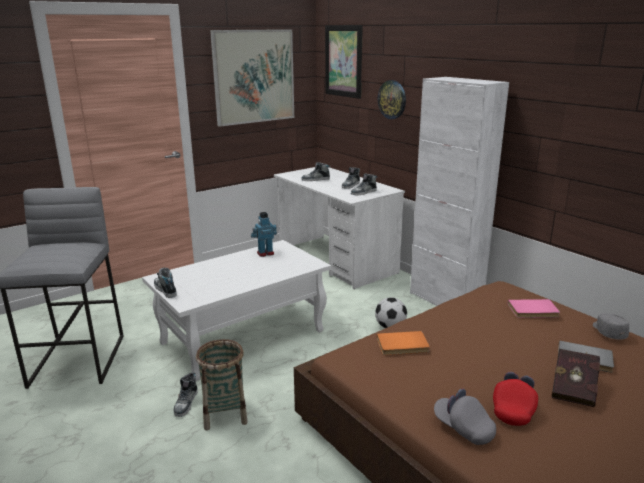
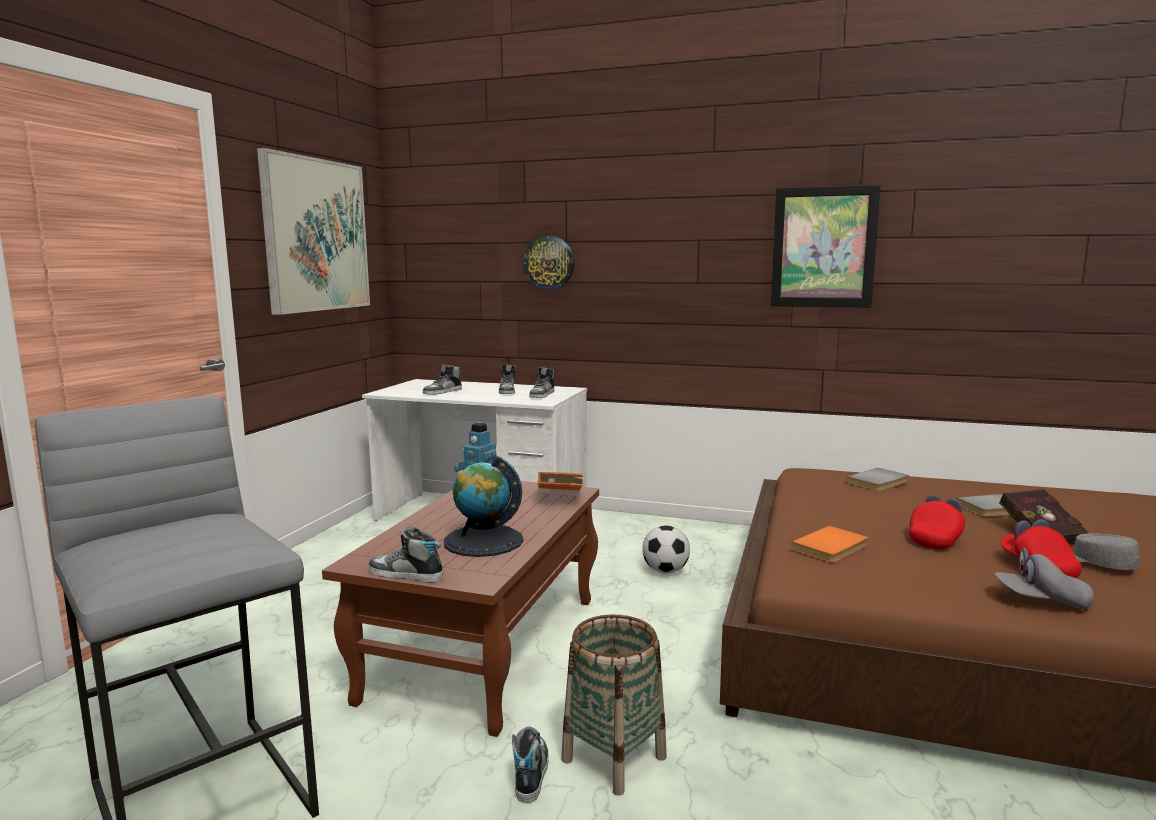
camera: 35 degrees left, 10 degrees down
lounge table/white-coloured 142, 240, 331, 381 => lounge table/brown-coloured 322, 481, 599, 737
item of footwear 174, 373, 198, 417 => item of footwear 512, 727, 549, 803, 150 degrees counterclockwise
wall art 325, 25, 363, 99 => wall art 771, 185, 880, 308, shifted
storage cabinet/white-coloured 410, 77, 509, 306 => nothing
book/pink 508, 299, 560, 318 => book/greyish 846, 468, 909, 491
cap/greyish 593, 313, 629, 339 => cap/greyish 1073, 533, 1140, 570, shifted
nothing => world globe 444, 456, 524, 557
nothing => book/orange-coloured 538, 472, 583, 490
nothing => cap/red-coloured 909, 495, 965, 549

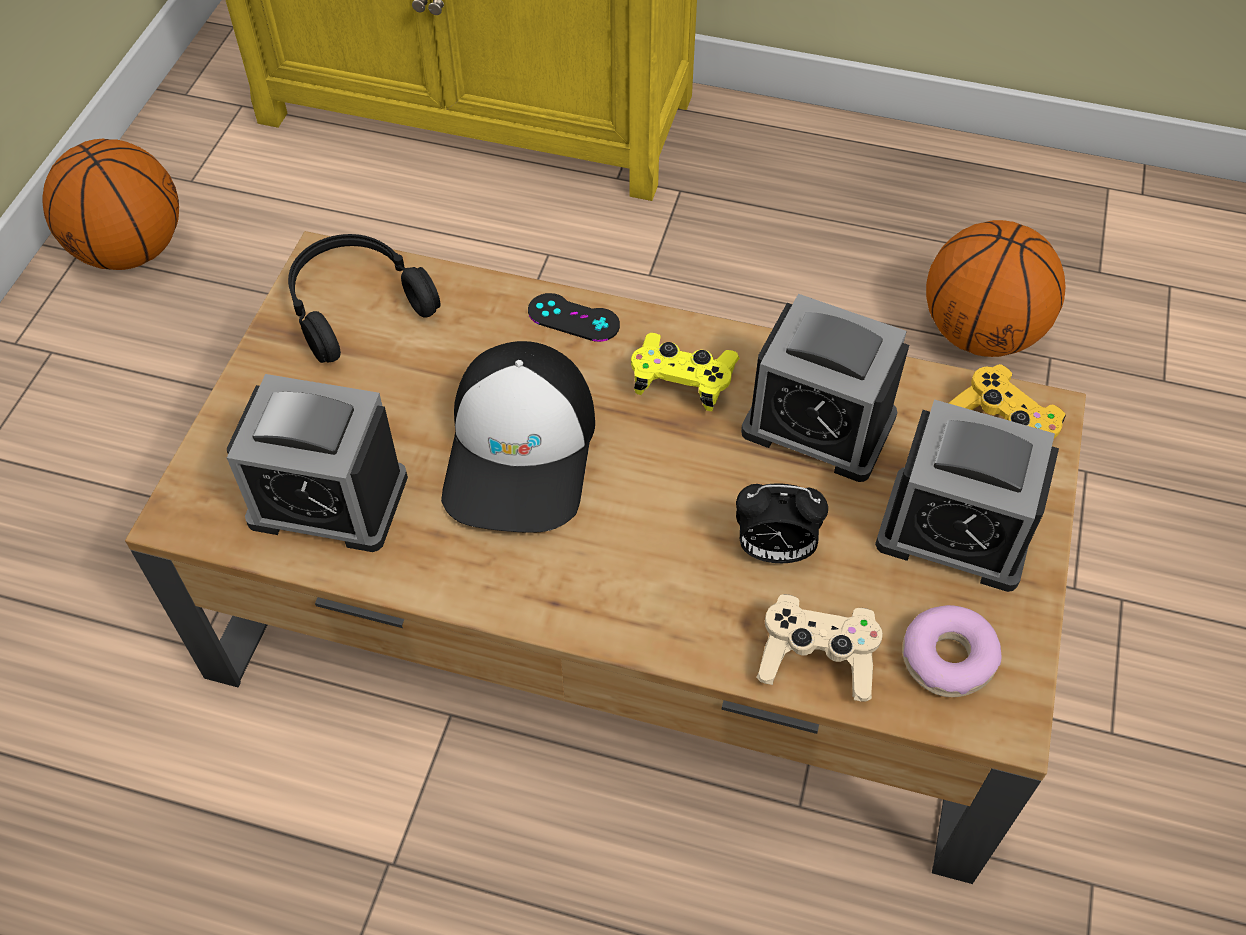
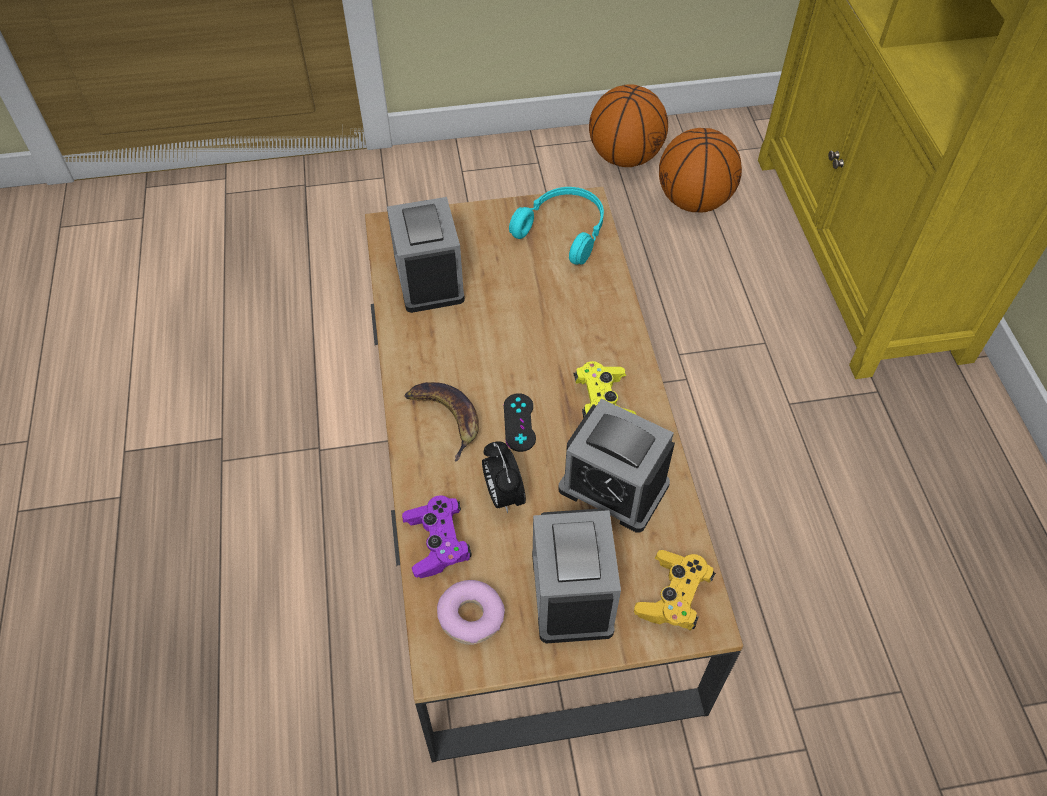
camera: 65 degrees right, 0 degrees up
headset/black-coloured 288, 234, 440, 363 => headset/turquoise 509, 187, 604, 265
cap 441, 341, 595, 533 => nothing
gamepad/black-coloured 528, 293, 620, 342 => gamepad/black-coloured 504, 393, 536, 452, shifted
table clock 741, 294, 909, 482 => table clock 559, 399, 675, 533, 60 degrees counterclockwise
gamepad/beige-coloured 756, 594, 883, 701 => gamepad/purple-coloured 402, 496, 472, 578
basketball ball 926, 220, 1065, 357 => basketball ball 659, 128, 742, 213, shifted
nothing => whole banana 405, 382, 479, 462

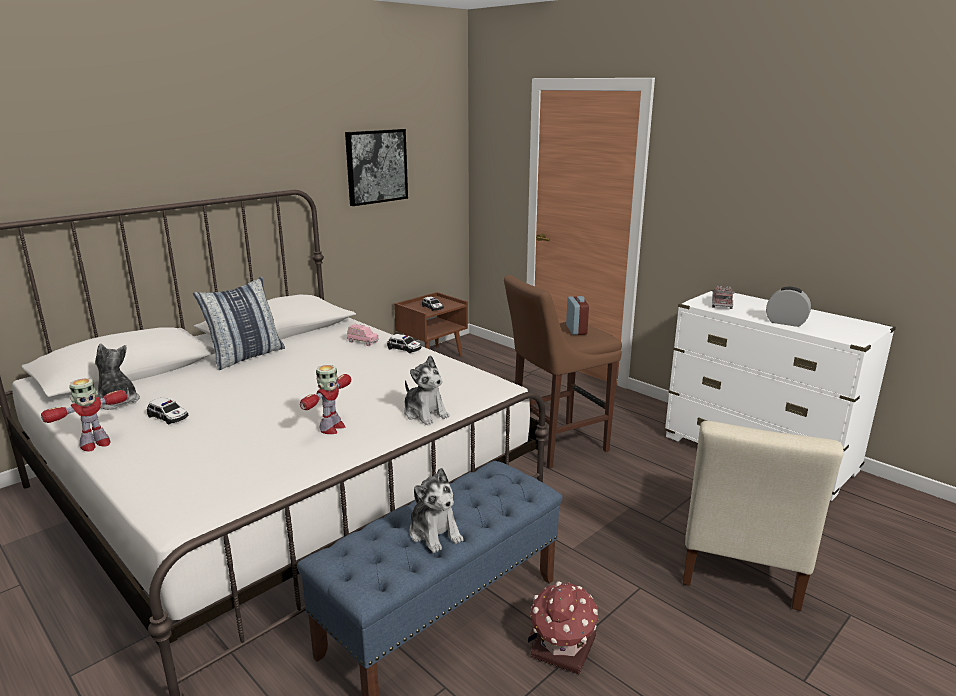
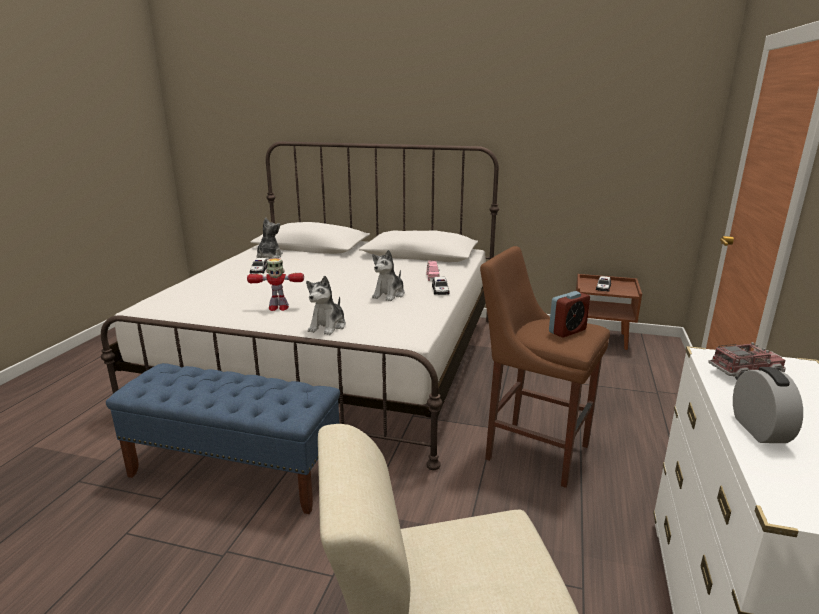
camera: 60 degrees right, 0 degrees up
toy robot 41, 378, 127, 451 => nothing
pillow 193, 277, 285, 370 => nothing
wall art 345, 129, 408, 206 => nothing
soft toy 409, 468, 463, 553 => soft toy 372, 250, 405, 301, shifted
toy house 528, 581, 598, 674 => nothing

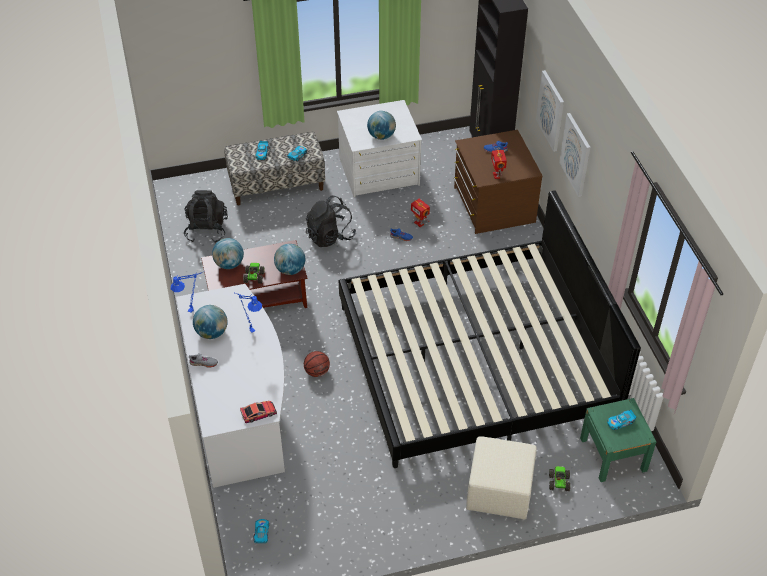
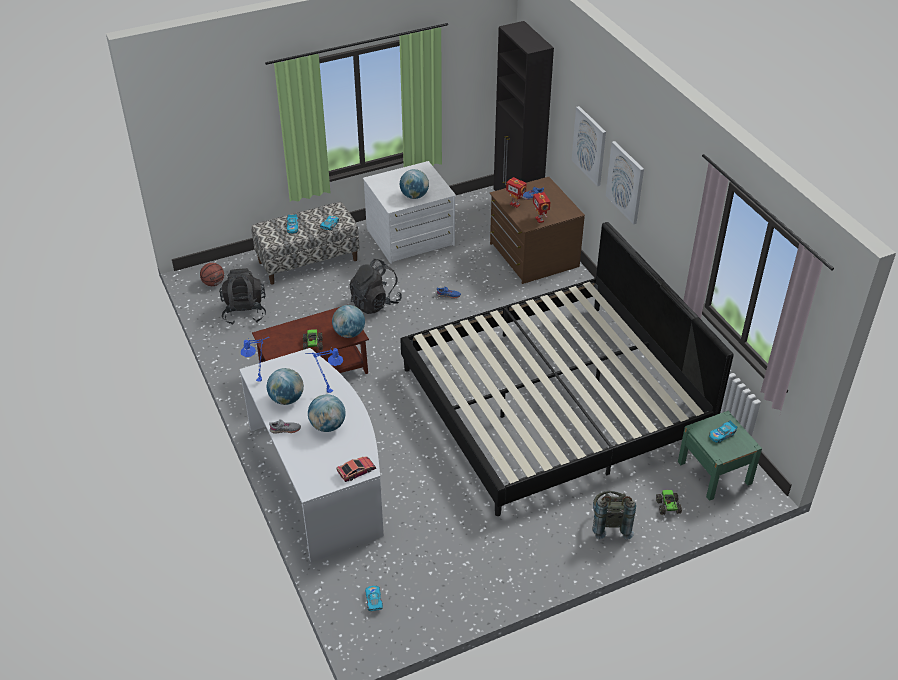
camera: 10 degrees left, 5 degrees down
world globe 212, 238, 244, 269 => world globe 308, 394, 346, 432, shifted
basketball ball 304, 351, 330, 377 => basketball ball 200, 263, 224, 286, shifted
toy robot 411, 199, 430, 227 => toy robot 505, 177, 528, 208, shifted
ottoman/beige-coloured 466, 436, 537, 519 => rucksack/greyish 592, 491, 636, 540

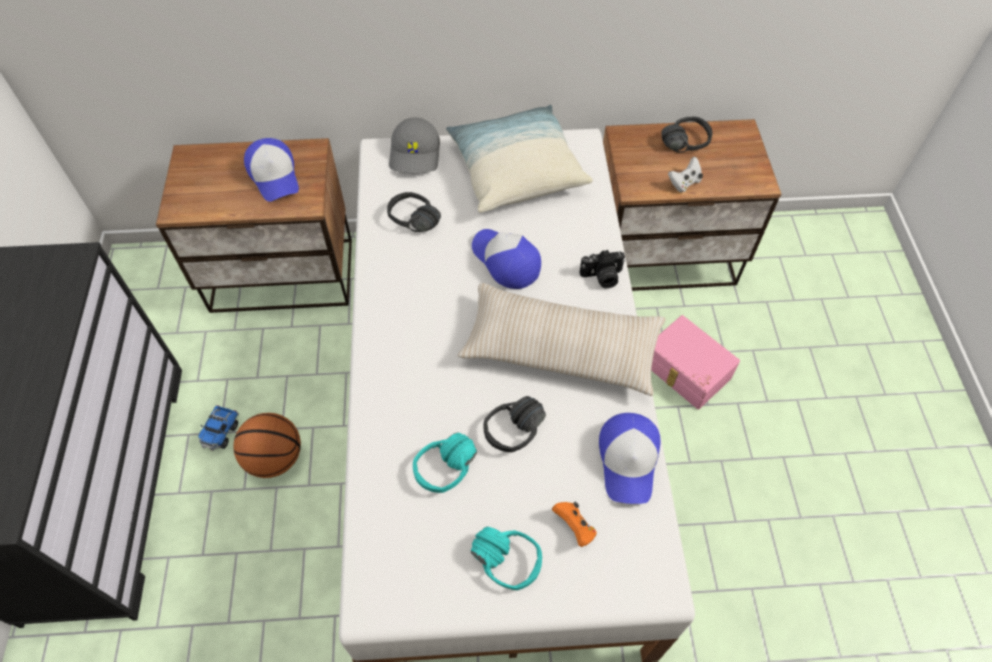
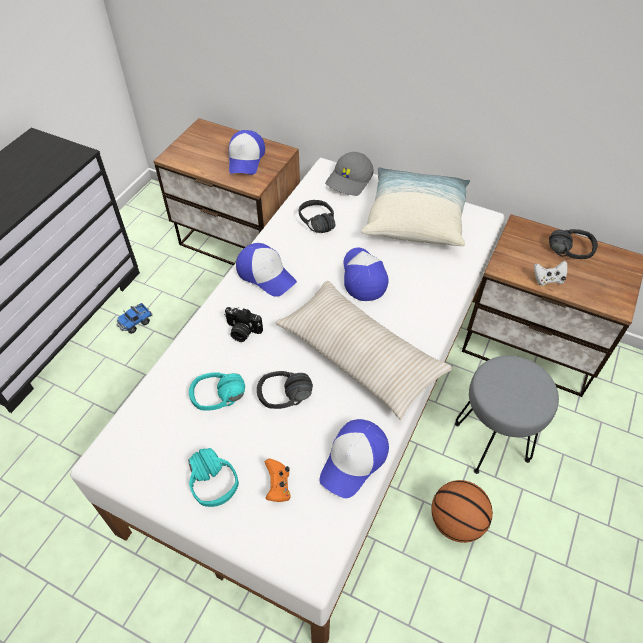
camera: 30 degrees right, 5 degrees down
basketball ball 233, 413, 301, 478 => basketball ball 431, 480, 493, 543, shifted
photo camera 580, 250, 625, 288 => photo camera 224, 307, 263, 342, shifted
storage bin/pink 651, 315, 740, 409 => stool seat/greyish 455, 356, 559, 474
nothing => cap 236, 243, 297, 297

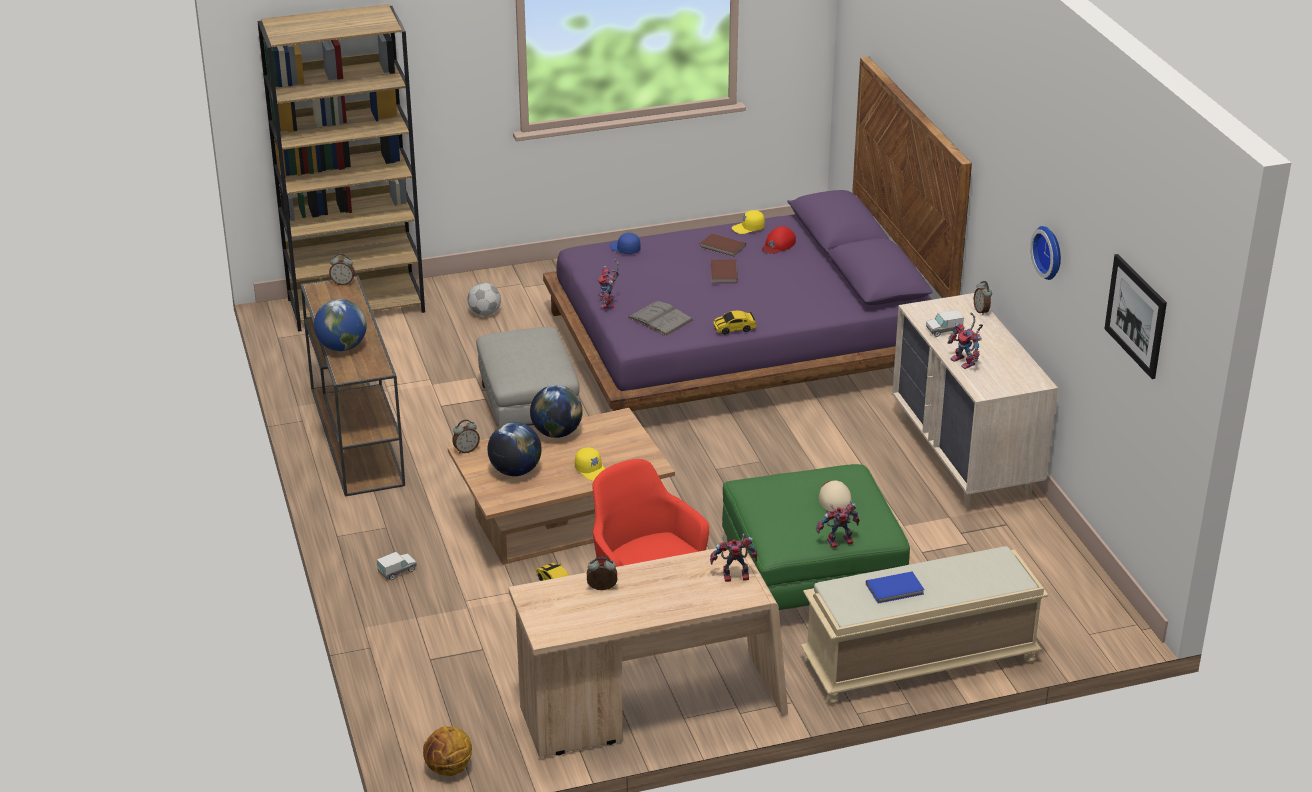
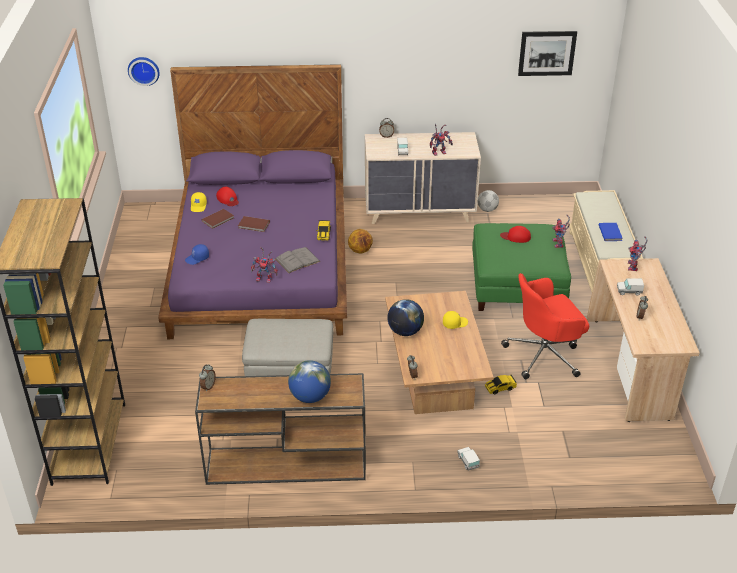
camera: 75 degrees left, 5 degrees up
basketball ball 423, 726, 472, 776 => basketball ball 348, 229, 373, 253, shifted
football ball 467, 282, 501, 316 => football ball 478, 190, 499, 212, shifted
world globe 488, 422, 542, 476 => nothing
cap/beige-coloured 819, 481, 852, 512 => cap/red-coloured 500, 226, 531, 243
clock on the wall 1030, 226, 1061, 280 => clock on the wall 128, 57, 160, 86, shifted
nothing => toy lorry 617, 278, 644, 295

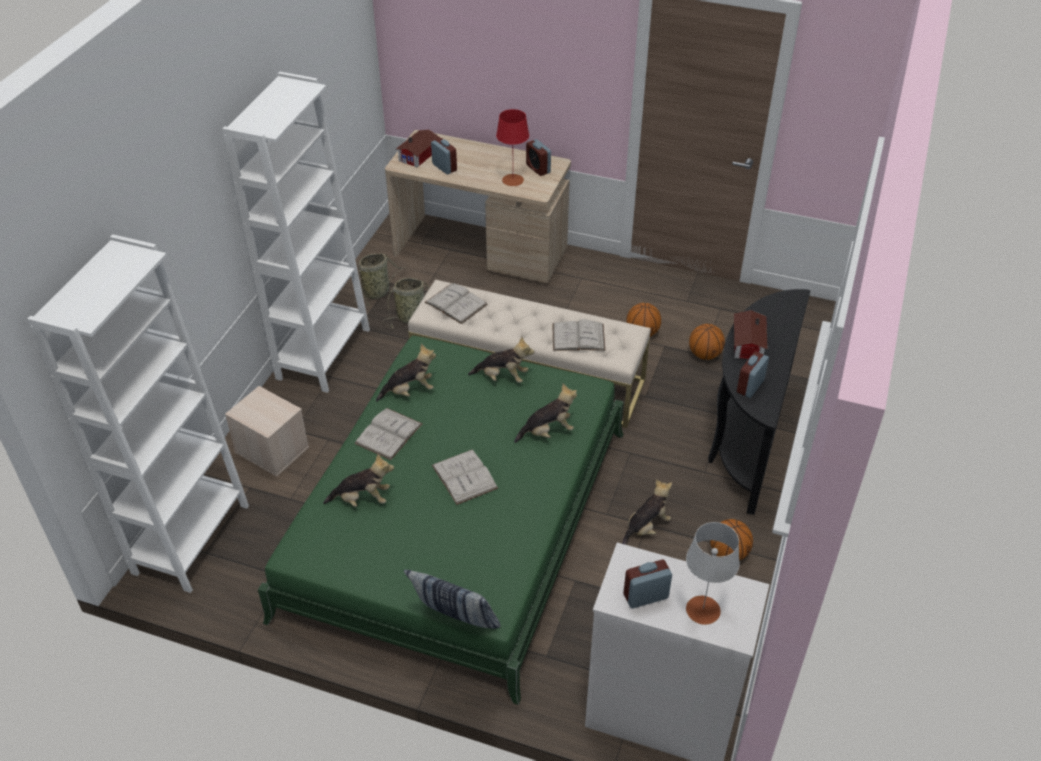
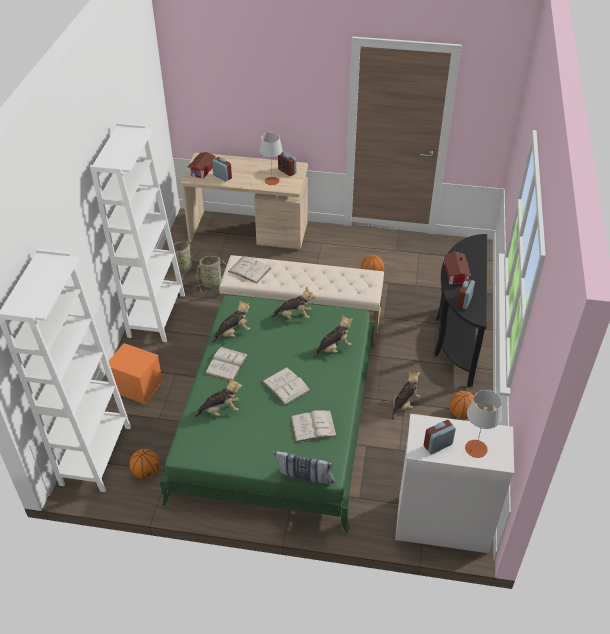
camera: 10 degrees left, 0 degrees up
storage bin/beige-coloured 225, 386, 309, 477 => storage bin/orange-coloured 108, 343, 163, 405
table lamp/red-coloured 496, 109, 529, 186 => table lamp/greyish 260, 133, 282, 185
book/white-coloured 552, 319, 605, 351 => book/white-coloured 290, 410, 337, 442, shifted
basketball ball 689, 324, 725, 360 => basketball ball 129, 449, 160, 479, shifted

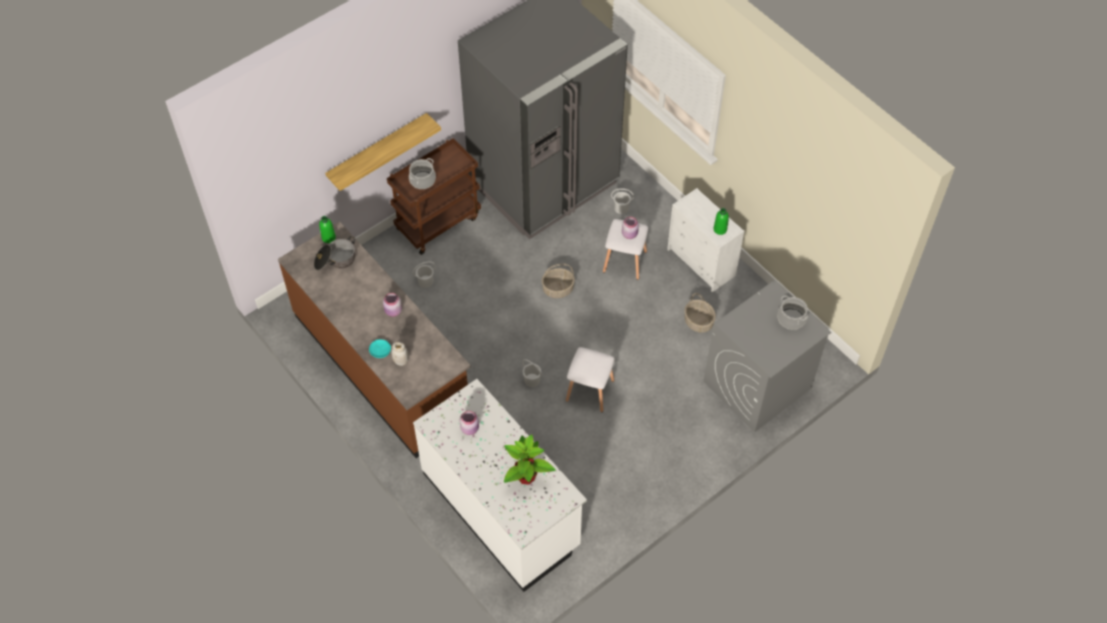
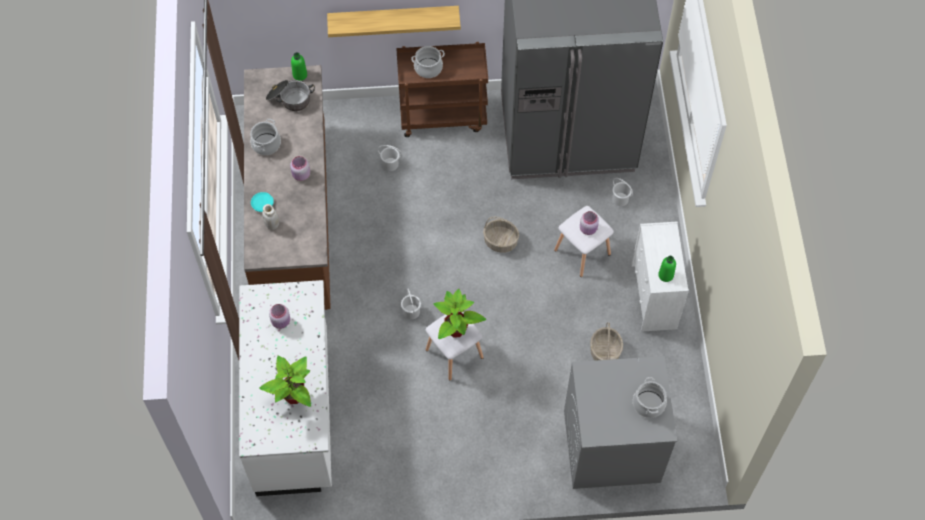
camera: 35 degrees right, 5 degrees up
nothing => saucepot 250, 119, 281, 155
nothing => potted plant 433, 289, 486, 339

